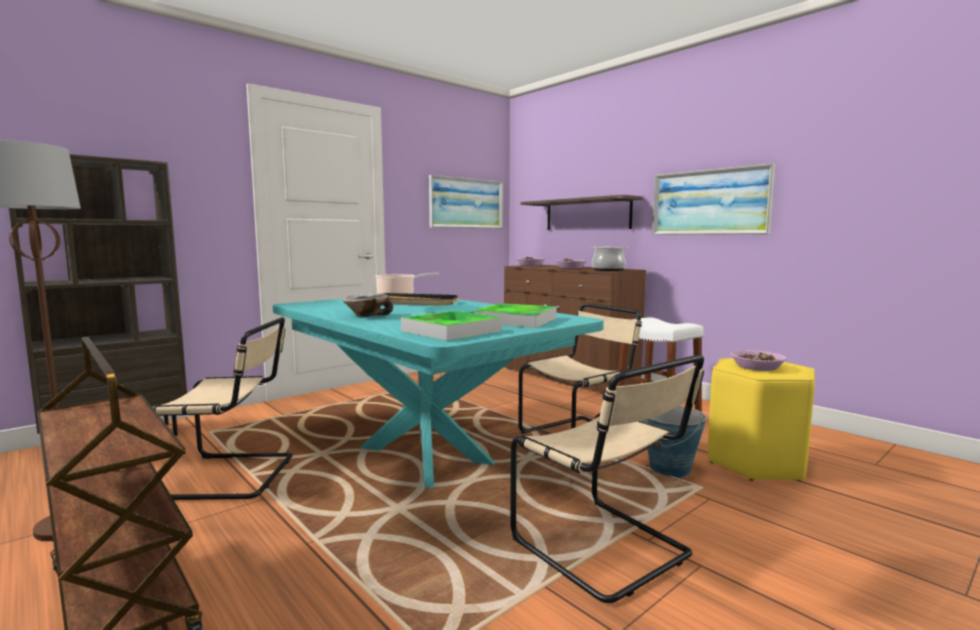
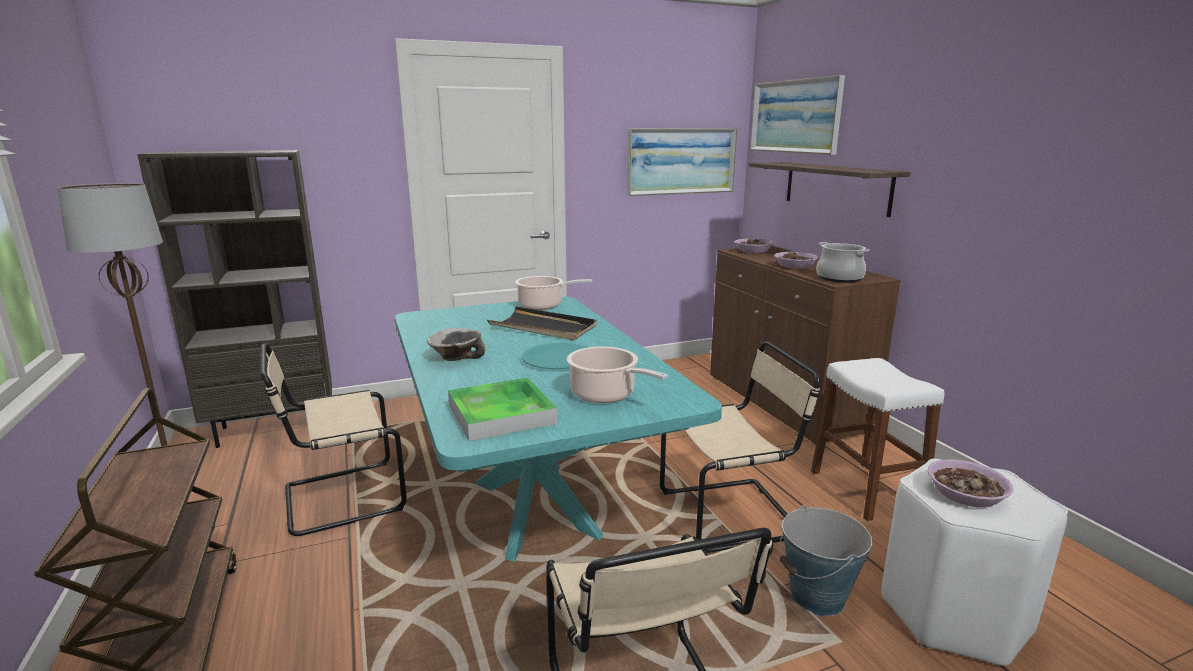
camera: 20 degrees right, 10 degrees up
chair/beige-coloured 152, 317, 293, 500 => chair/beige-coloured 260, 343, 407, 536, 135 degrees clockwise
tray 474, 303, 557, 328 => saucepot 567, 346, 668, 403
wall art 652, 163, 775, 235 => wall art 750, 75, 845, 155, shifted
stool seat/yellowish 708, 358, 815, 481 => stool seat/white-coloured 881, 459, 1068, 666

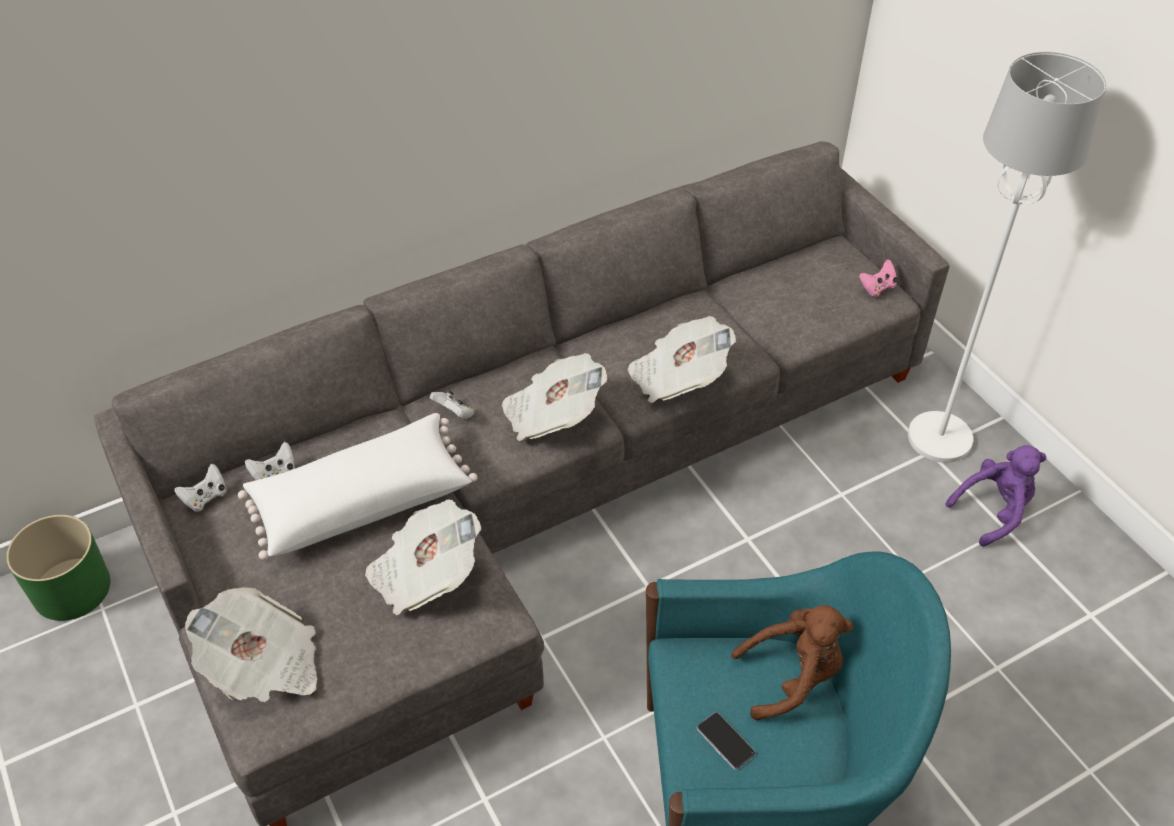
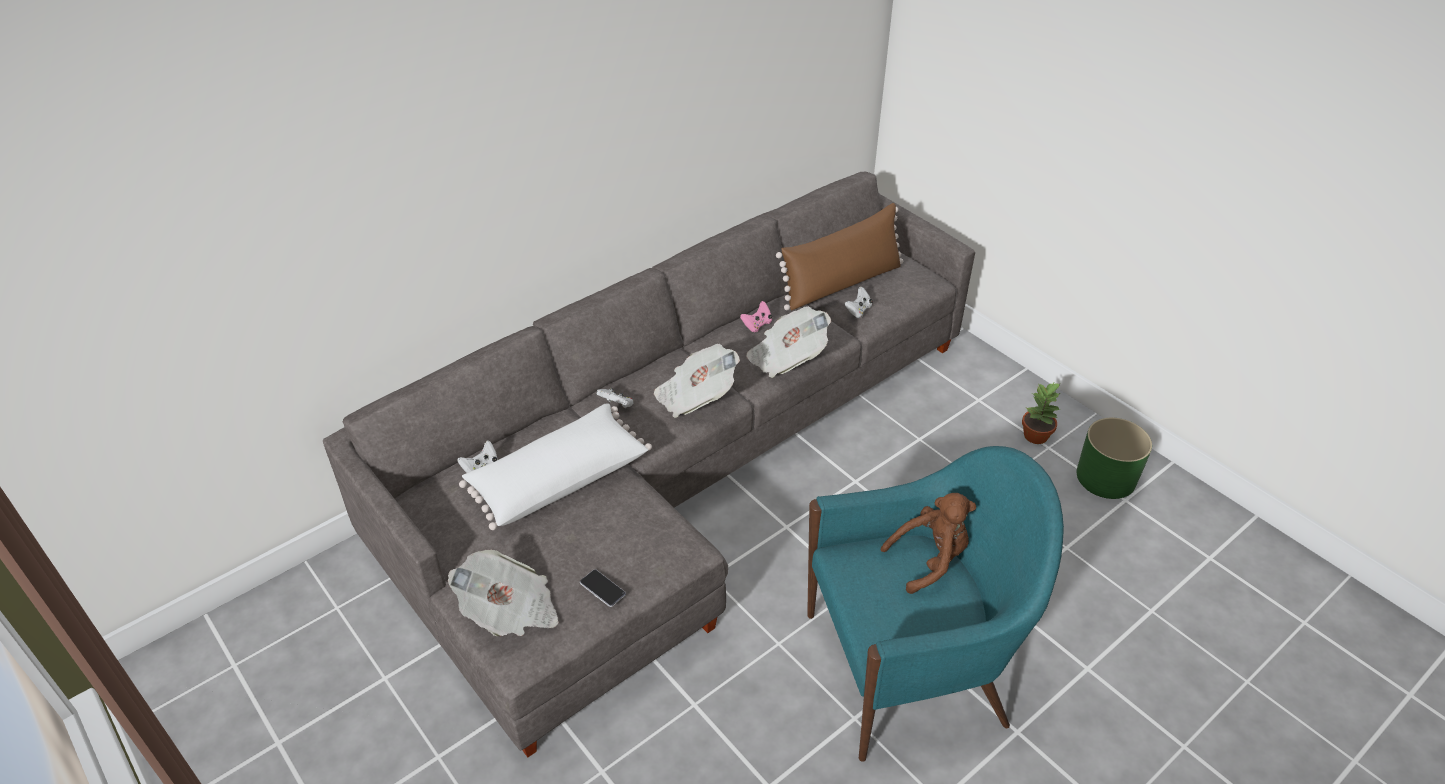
camera: 10 degrees left, 5 degrees down
plant pot/greenish 6, 515, 111, 621 => plant pot/greenish 1077, 418, 1152, 499, shifted
gamepad/white-coloured 175, 464, 227, 511 => gamepad/white-coloured 845, 287, 873, 318, shifted
printed paper 365, 500, 481, 615 => nothing
handset 697, 712, 756, 770 => handset 580, 569, 626, 607, shifted
gamepad/pink 859, 259, 898, 297 => gamepad/pink 740, 301, 772, 332, shifted
standing lamp/white-coloured 908, 52, 1106, 463 => nothing
soft toy/purple-coloured 945, 445, 1047, 546 => potted plant 1022, 383, 1061, 444
nothing => pillow/brown-coloured 776, 203, 903, 310

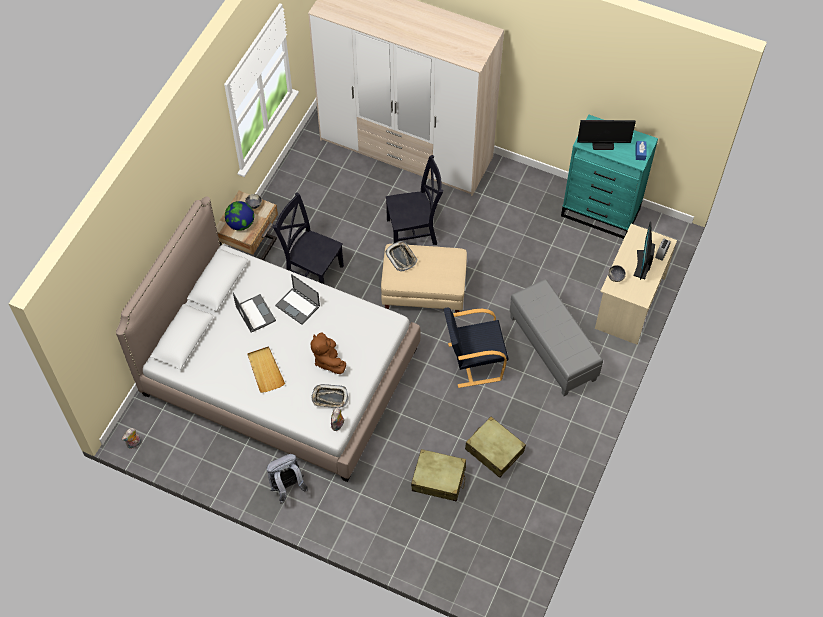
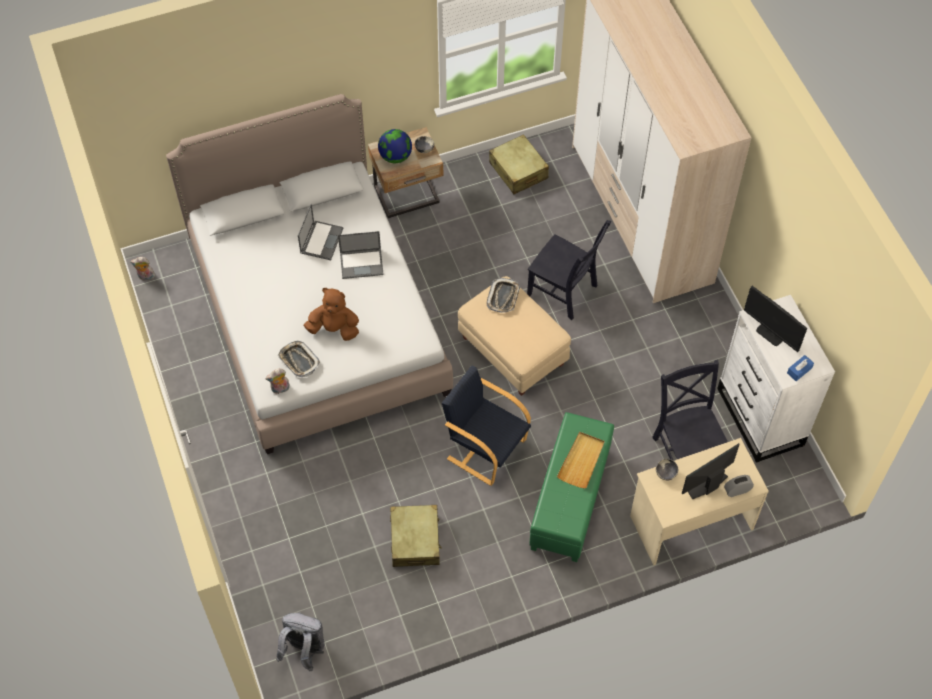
camera: 45 degrees right, 0 degrees up
tray/beige-coloured 247, 346, 285, 393 => tray/beige-coloured 557, 432, 605, 488, shifted
rucksack/greyish 266, 454, 309, 504 => rucksack/greyish 276, 613, 325, 671, shifted
chair/black-coloured 273, 192, 344, 284 => chair/black-coloured 652, 360, 728, 461, shifted
notebook computer 275, 274, 320, 325 => notebook computer 338, 231, 384, 279, 90 degrees counterclockwise
soft toy/brown-coloured 311, 332, 346, 374 => soft toy/brown-coloured 304, 288, 359, 341, 75 degrees clockwise
travel case/beige-coloured 411, 449, 466, 501 => travel case/beige-coloured 489, 134, 549, 194, shifted
ottoman/greyish 510, 279, 603, 396 => ottoman/greenish 529, 412, 614, 562
chest of drawers/turquoise 561, 114, 658, 239 => chest of drawers/white-coloured 717, 295, 835, 463

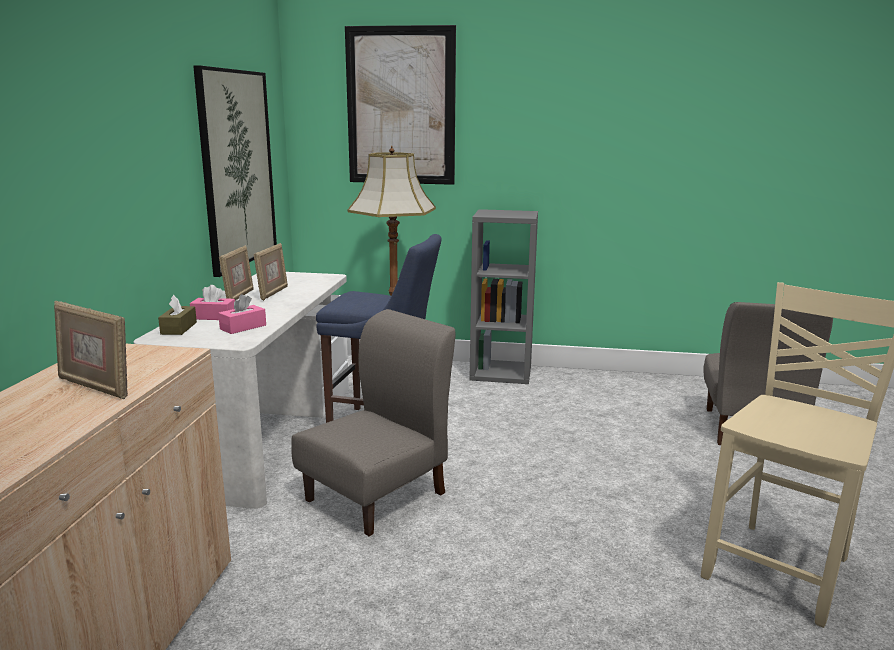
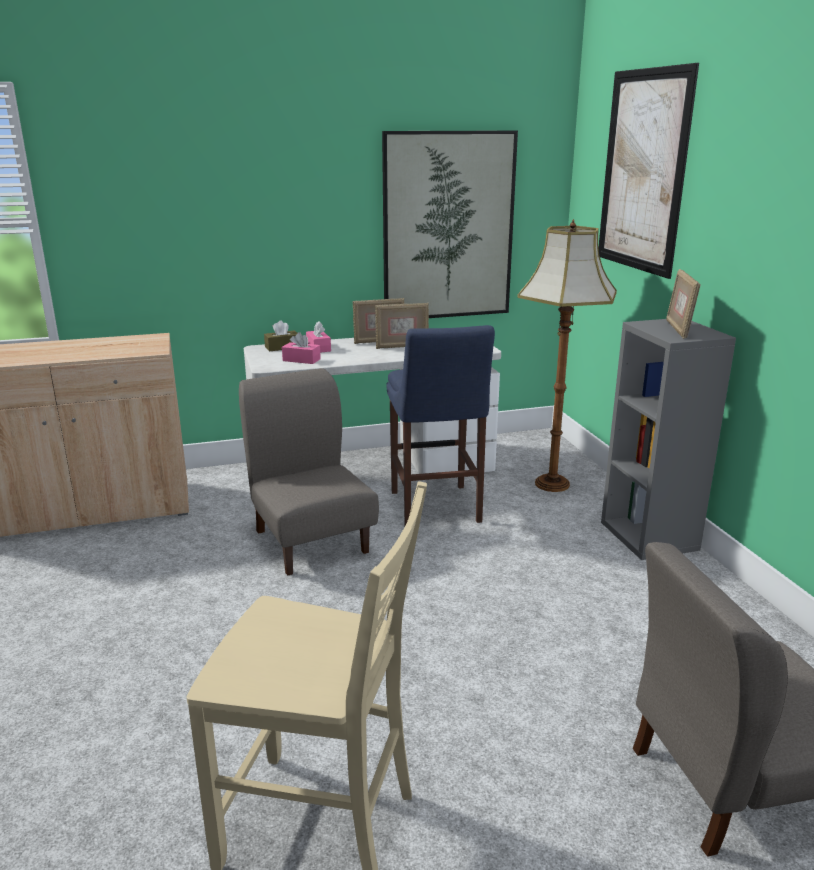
camera: 65 degrees right, 5 degrees up
photo frame 54, 301, 128, 399 => photo frame 666, 269, 701, 339, shifted
chair/greyish 291, 309, 456, 536 => chair/greyish 239, 368, 379, 576, 135 degrees counterclockwise

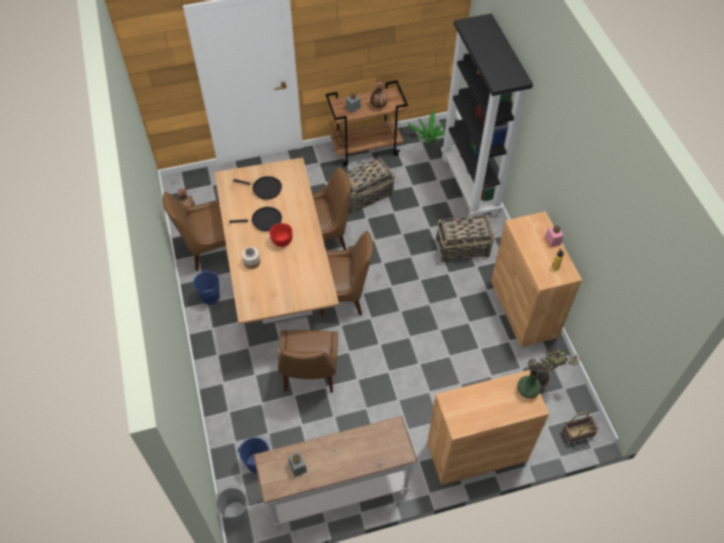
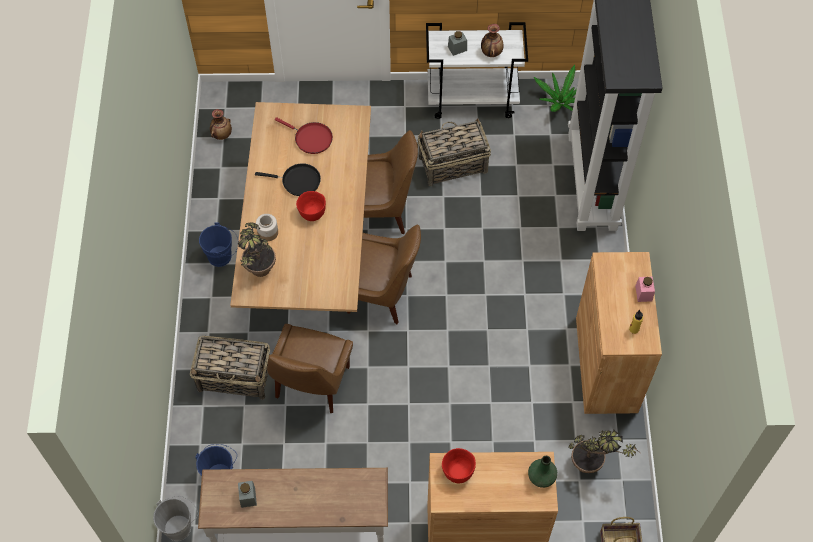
camera: 15 degrees right, 5 degrees up
chair/brown-coloured 163, 192, 226, 271 => nothing
frying pan/black-coloured 233, 176, 282, 199 => frying pan/red-coloured 275, 117, 333, 154
cart/brown-coloured 326, 80, 408, 166 => cart/white-coloured 426, 22, 528, 119
basket 436, 215, 495, 262 => basket 190, 335, 270, 400, shifted
nothing => potted plant 238, 223, 276, 277
nothing => serving bowl/red-coloured 442, 448, 476, 483

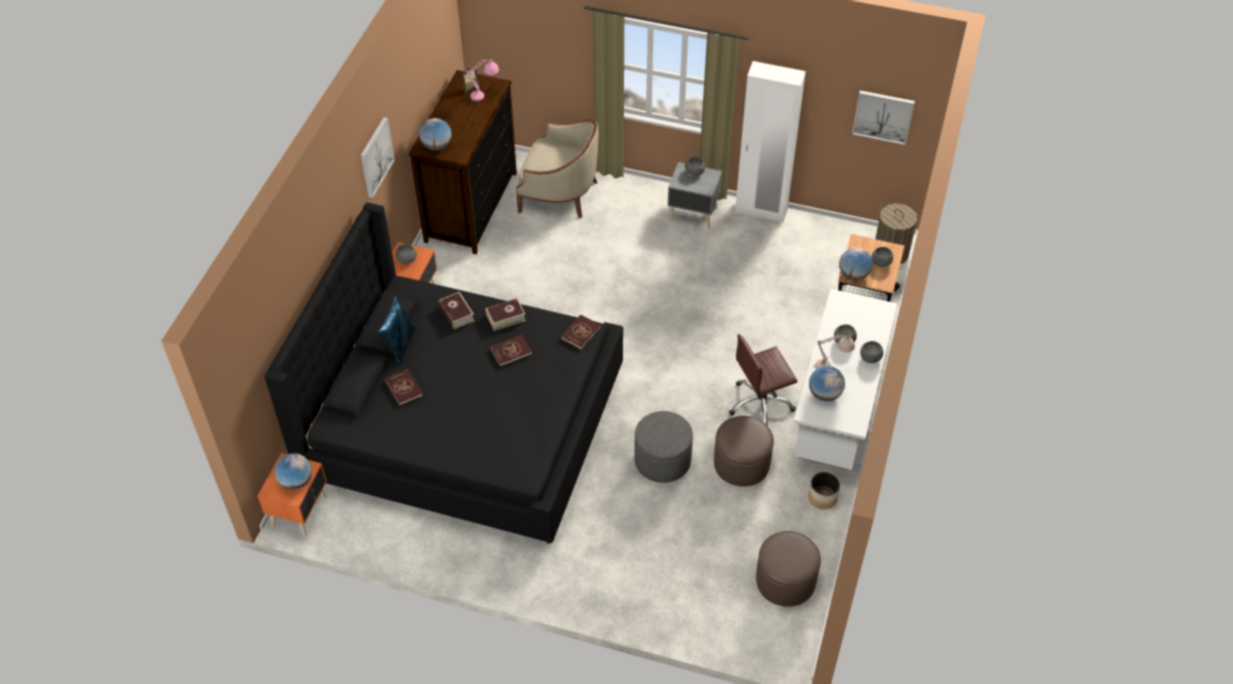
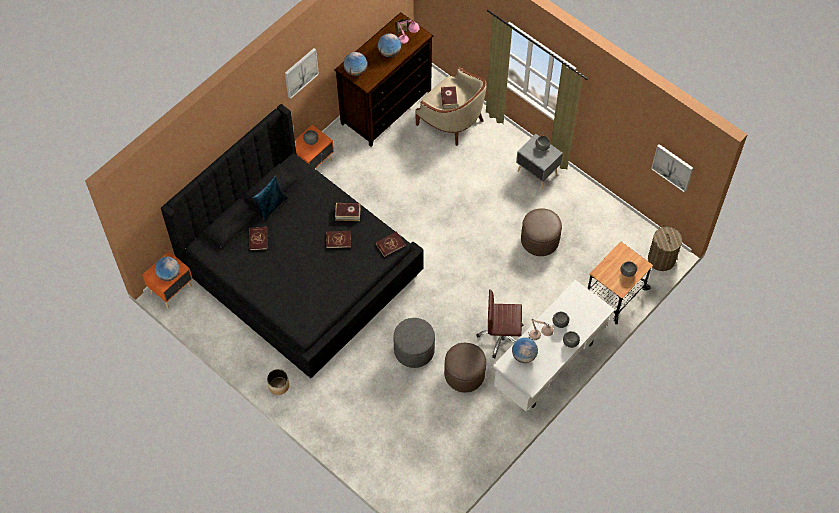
camera: 25 degrees right, 10 degrees up
book 439, 292, 475, 329 => book 441, 86, 458, 109, shifted
armoire/white-coloured 735, 61, 806, 223 => nothing
ottoman/brown-coloured 756, 531, 821, 607 => ottoman/brown-coloured 521, 208, 562, 256, shifted
plant pot 808, 472, 840, 509 => plant pot 267, 369, 289, 395, shifted
world globe 839, 247, 872, 280 => world globe 378, 33, 401, 57, shifted

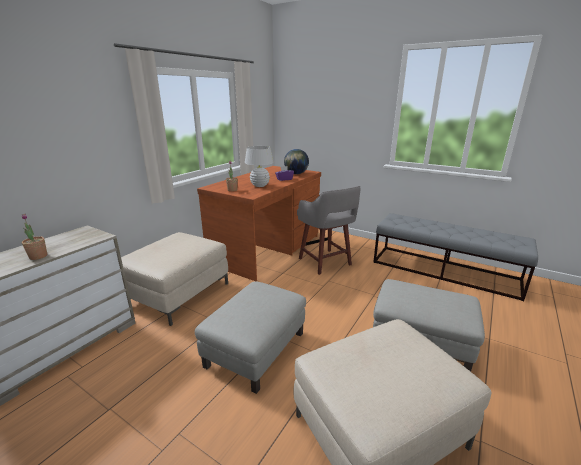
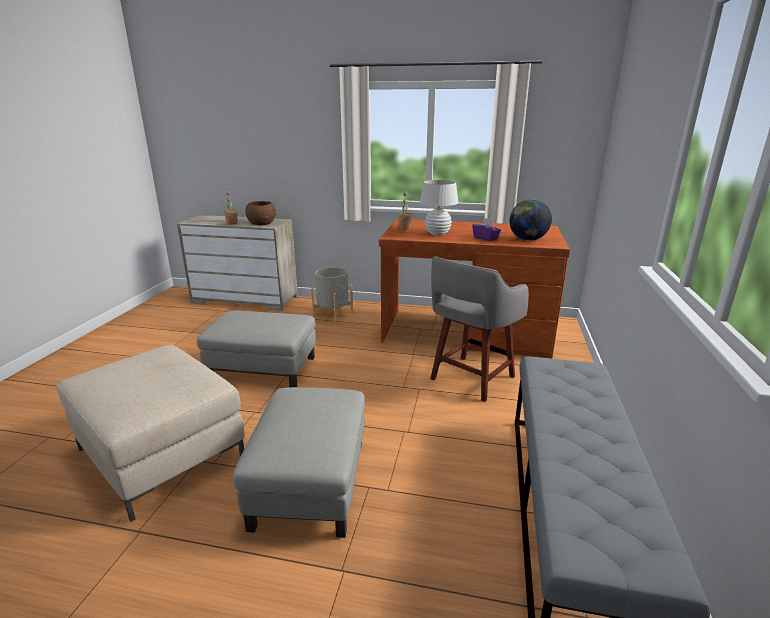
camera: 70 degrees right, 0 degrees up
ottoman/beige-coloured 121, 232, 228, 326 => plant pot/greyish 311, 267, 353, 322
nothing => serving bowl/brown-coloured 245, 201, 277, 225

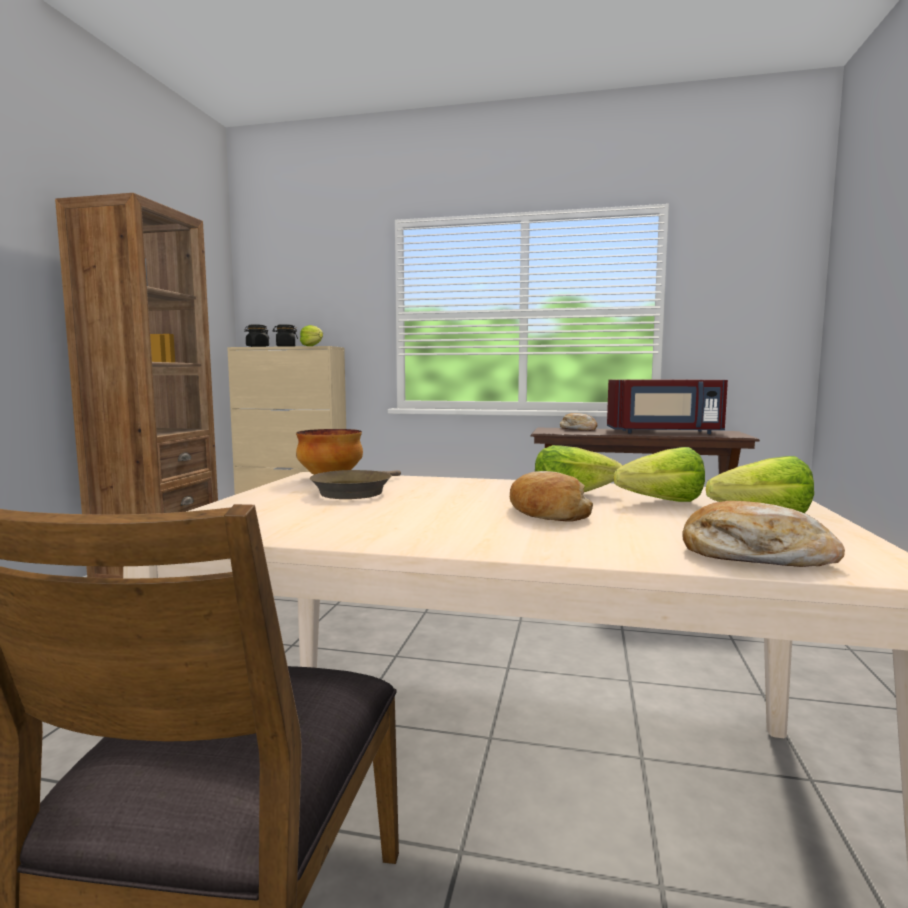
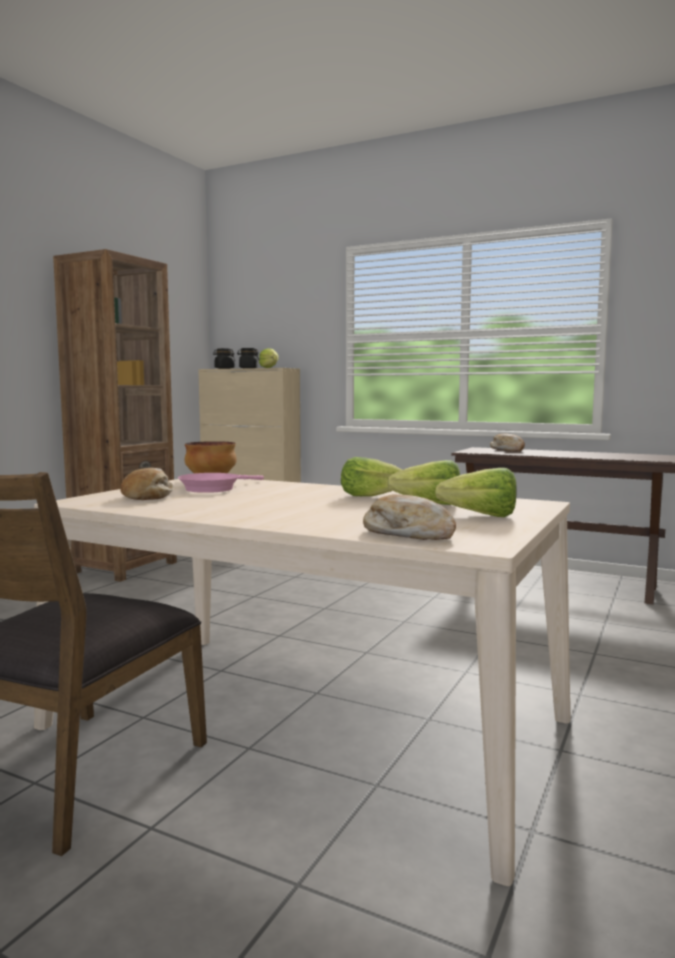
camera: 15 degrees right, 0 degrees up
frying pan/brown-coloured 310, 470, 401, 499 => frying pan/pink 178, 473, 264, 493
baked bread 510, 471, 593, 521 => baked bread 120, 468, 173, 500, shifted
microwave oven/red-coloured 607, 379, 728, 434 => nothing

